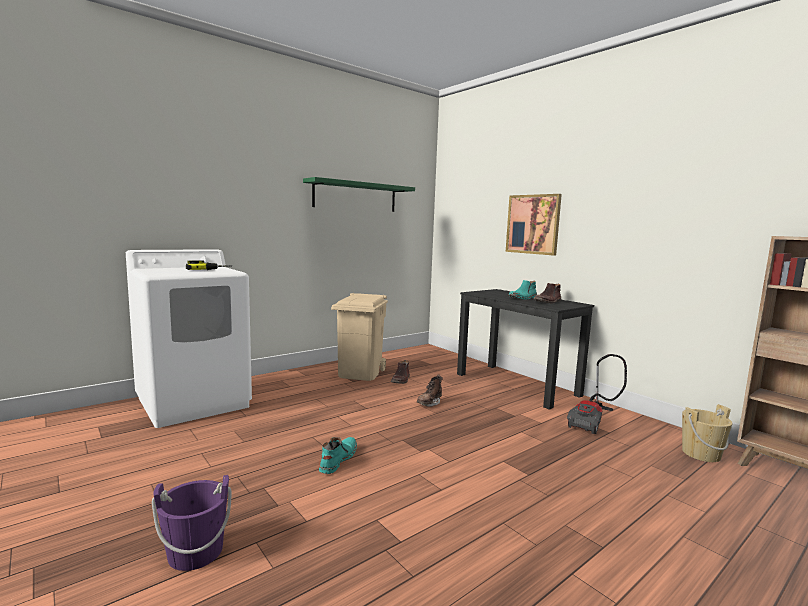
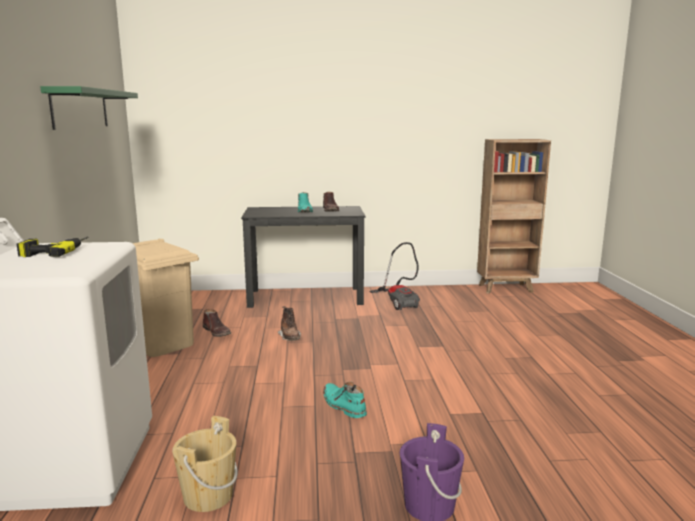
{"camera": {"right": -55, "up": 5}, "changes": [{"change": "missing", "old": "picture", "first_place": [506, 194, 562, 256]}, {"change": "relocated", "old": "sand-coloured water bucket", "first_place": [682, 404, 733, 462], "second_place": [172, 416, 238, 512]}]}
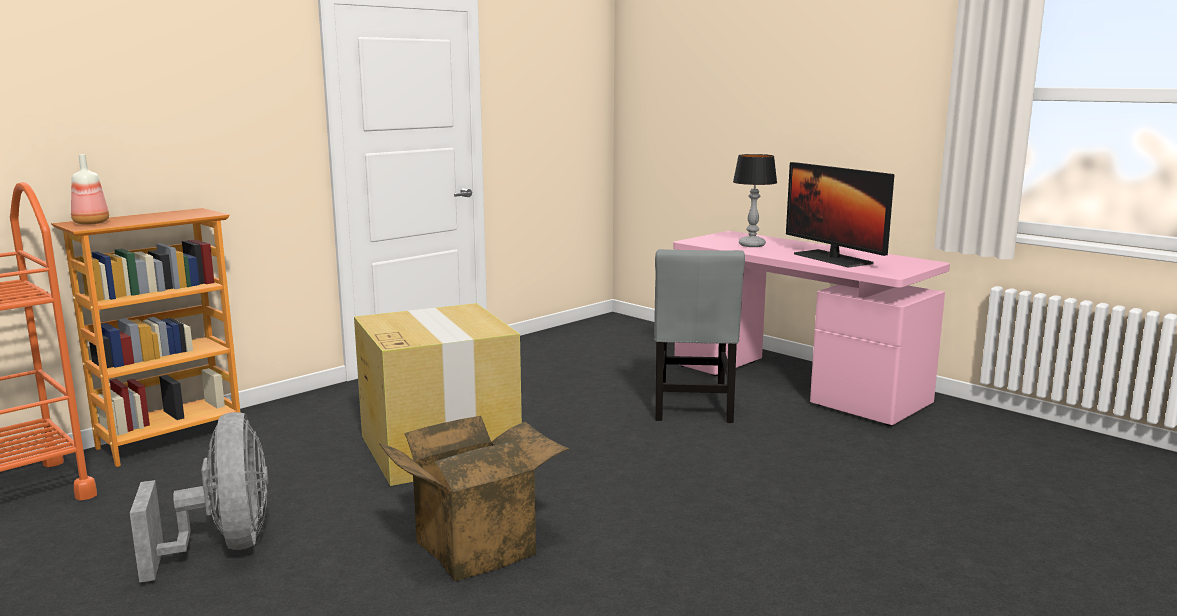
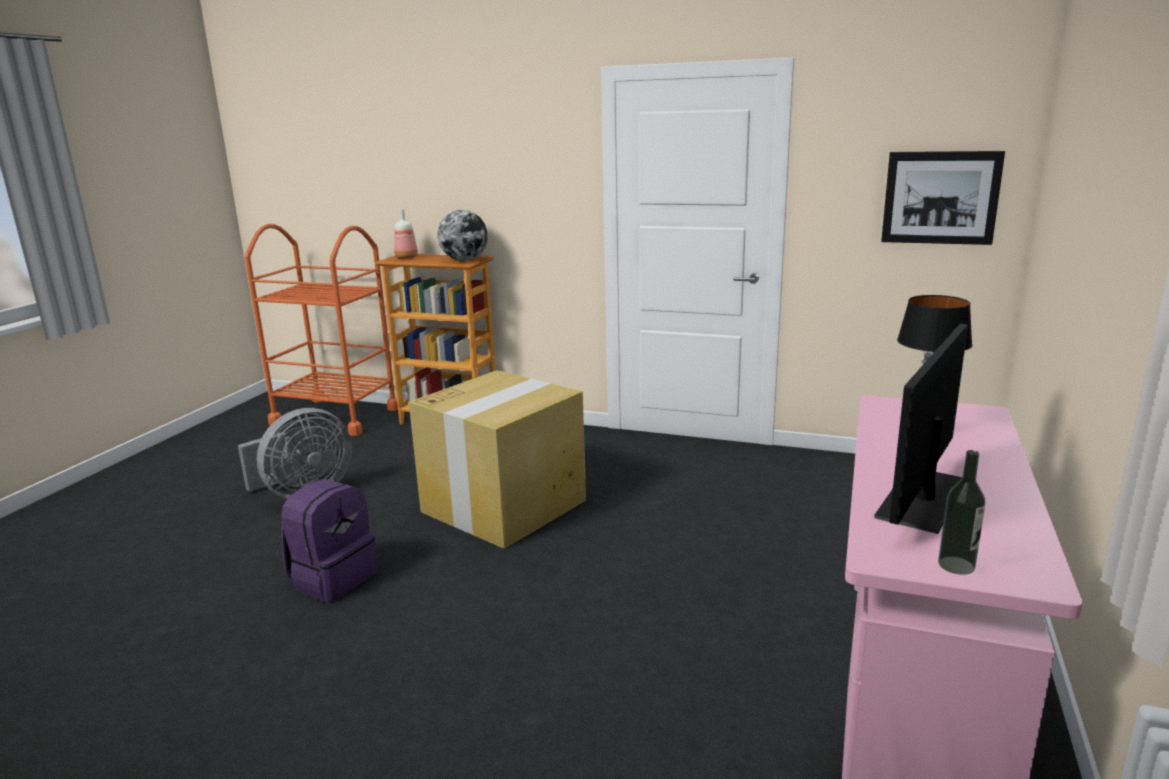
{"camera": {"right": 65, "up": 5}, "changes": [{"change": "exchanged", "old": "cardboard box", "new": "purple-coloured knapsack", "first_place": [379, 416, 569, 581], "second_place": [281, 479, 377, 602]}, {"change": "missing", "old": "grey upright chair", "first_place": [654, 249, 745, 423]}, {"change": "appeared", "new": "desk globe", "second_place": [438, 210, 488, 261]}, {"change": "appeared", "new": "picture", "second_place": [881, 151, 1005, 245]}, {"change": "appeared", "new": "beverage bottle", "second_place": [938, 450, 985, 575]}]}
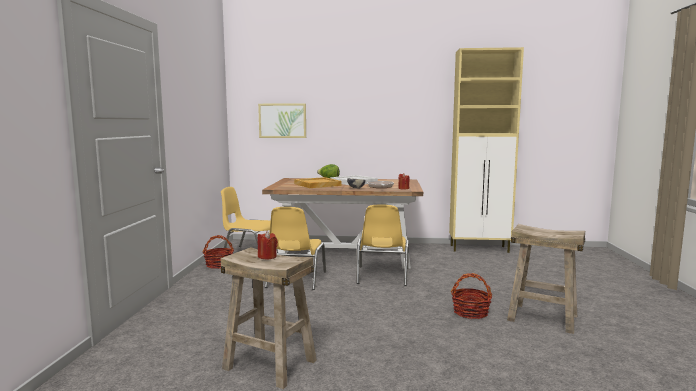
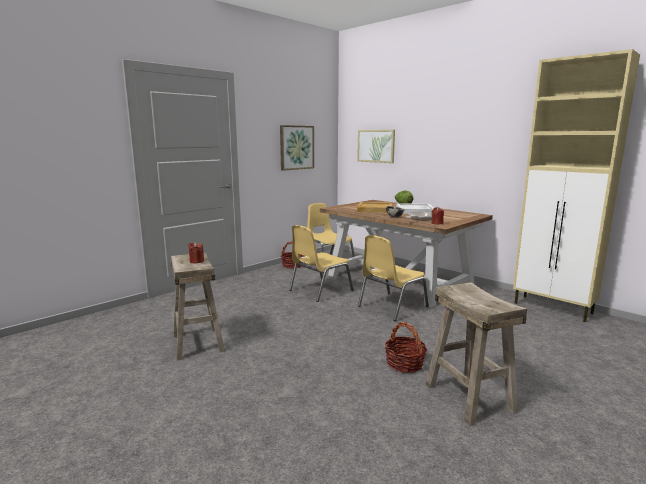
{"camera": {"right": 40, "up": 5}, "changes": [{"change": "appeared", "new": "picture", "second_place": [280, 125, 314, 171]}]}
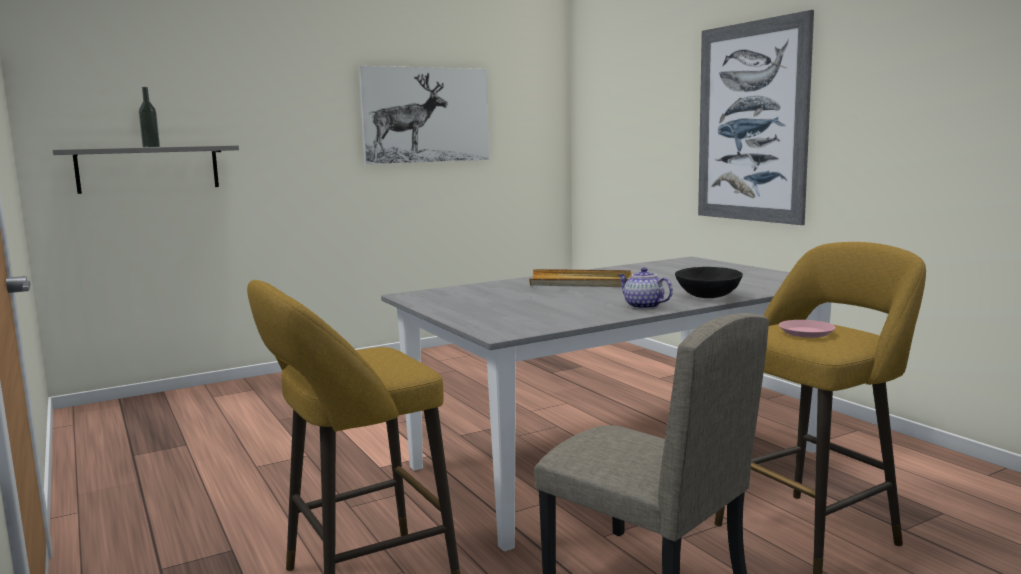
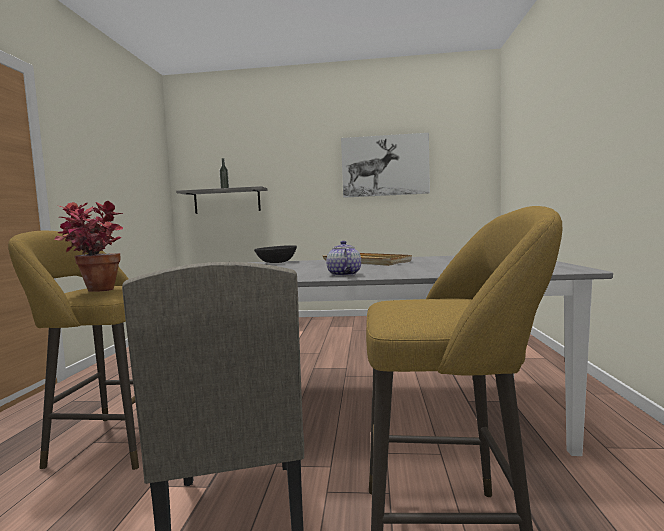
{"camera": {"right": 35, "up": -5}, "changes": [{"change": "relocated", "old": "black deep dish", "first_place": [675, 267, 743, 298], "second_place": [254, 245, 297, 263]}, {"change": "missing", "old": "picture", "first_place": [698, 10, 814, 225]}, {"change": "missing", "old": "pink-coloured plate", "first_place": [779, 320, 836, 338]}, {"change": "appeared", "new": "potted plant", "second_place": [55, 201, 123, 292]}]}
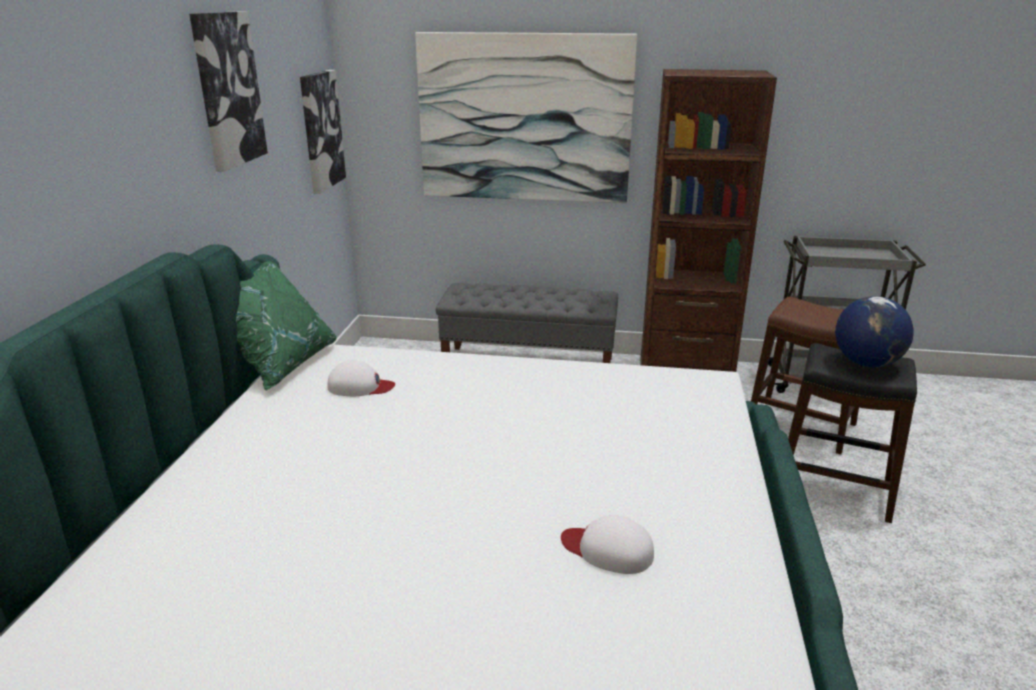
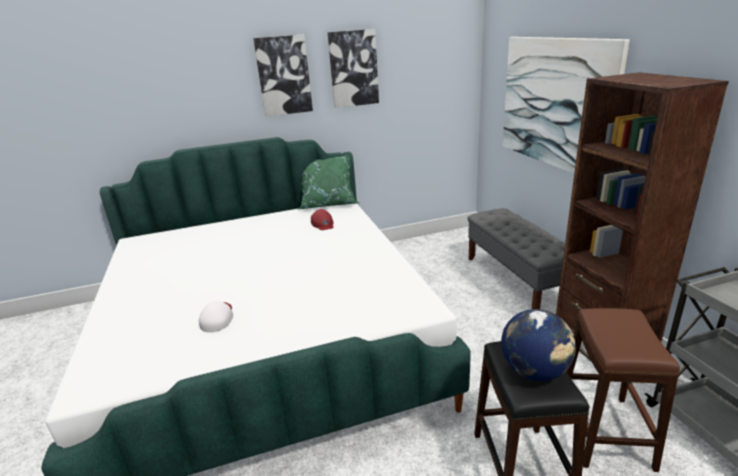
{"camera": {"right": 65, "up": 0}, "changes": [{"change": "relocated", "old": "picture", "first_place": [300, 70, 346, 194], "second_place": [253, 34, 313, 116]}, {"change": "colour", "old": "white peaked cap", "new": "reddish peaked cap", "first_place": [327, 360, 395, 396], "second_place": [311, 209, 334, 230]}]}
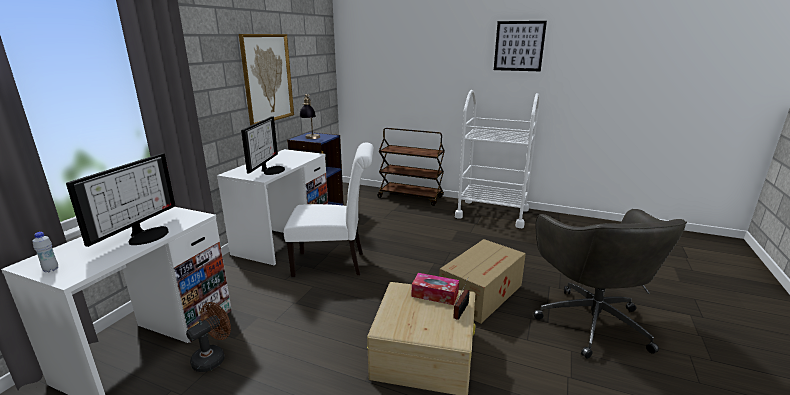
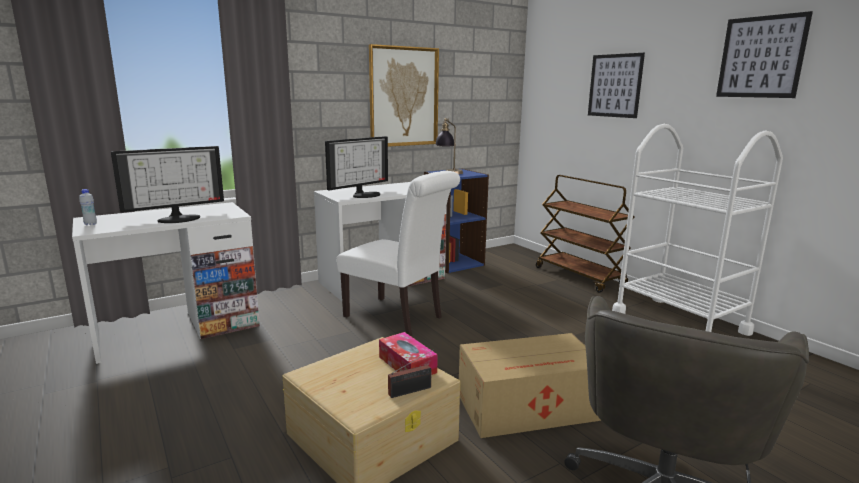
{"camera": {"right": 35, "up": -5}, "changes": [{"change": "missing", "old": "brown electric fan", "first_place": [186, 302, 231, 372]}, {"change": "appeared", "new": "picture", "second_place": [588, 53, 645, 118]}]}
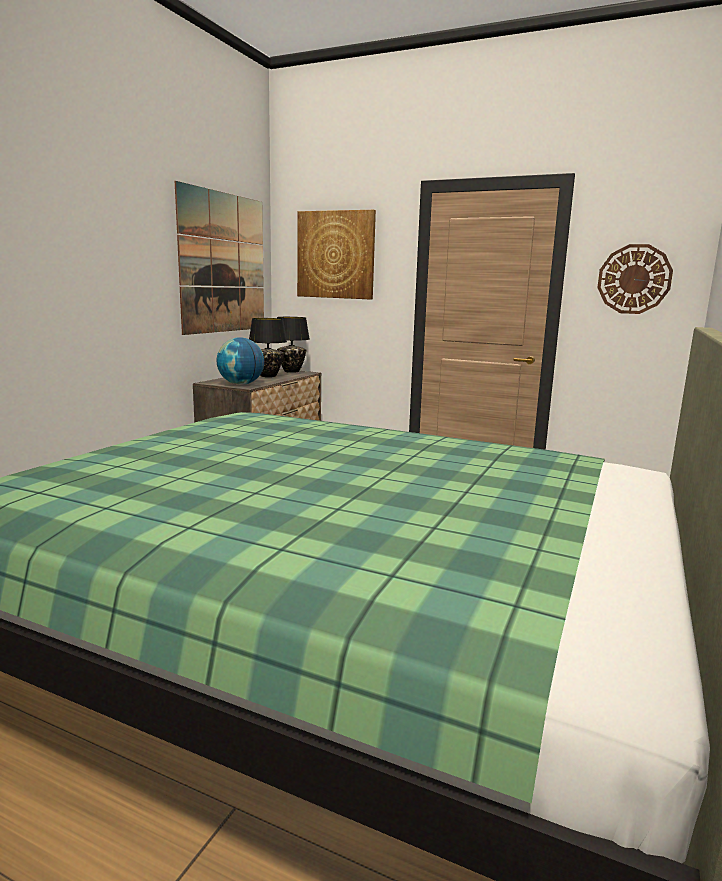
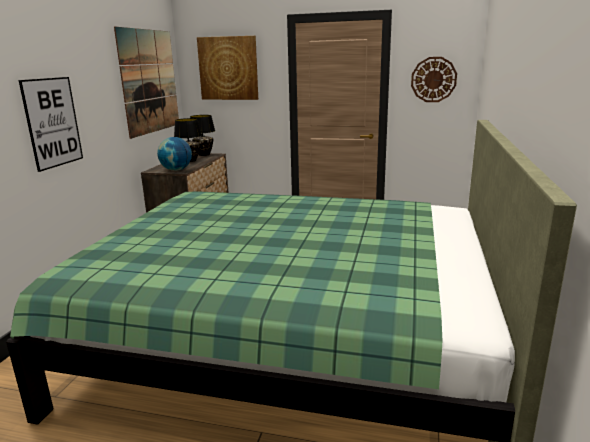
{"camera": {"right": -10, "up": 5}, "changes": [{"change": "appeared", "new": "picture", "second_place": [19, 77, 83, 172]}]}
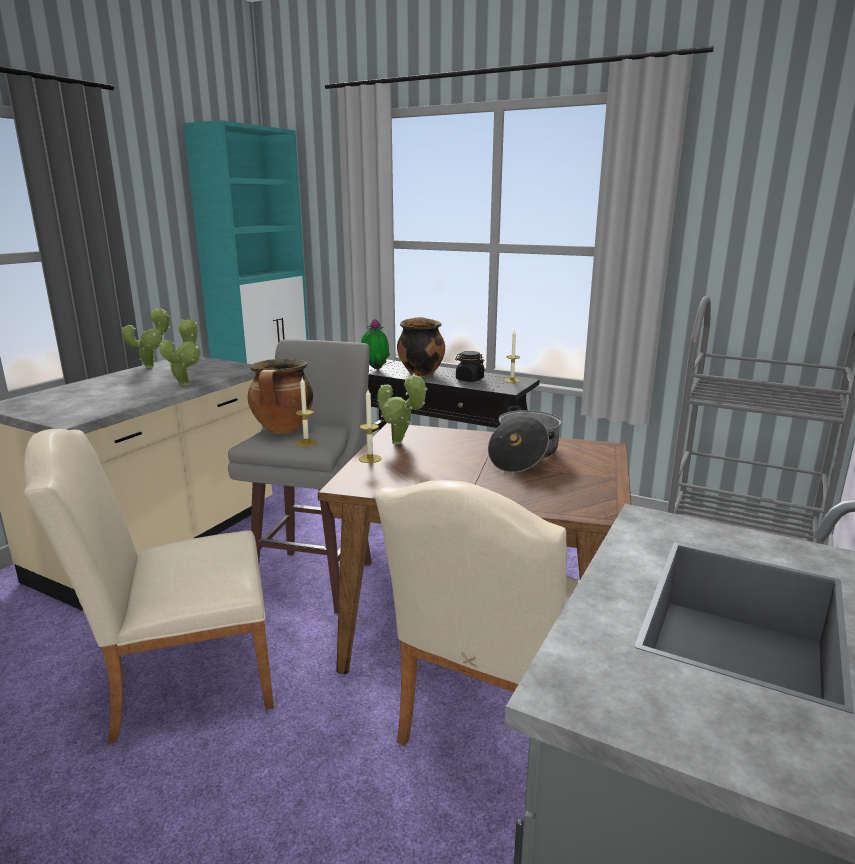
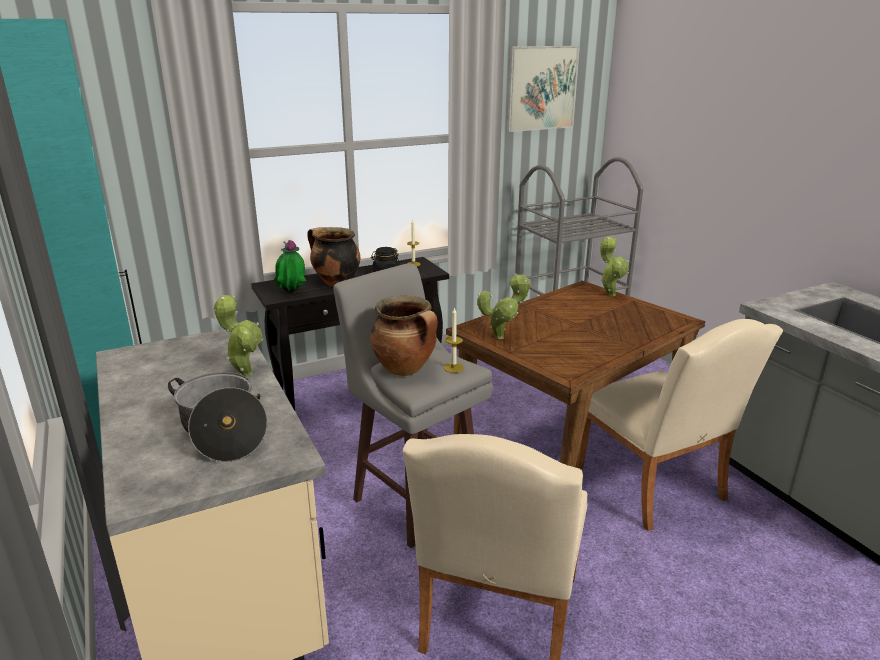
{"camera": {"right": -55, "up": 5}, "changes": [{"change": "relocated", "old": "potted plant", "first_place": [121, 308, 170, 368], "second_place": [600, 237, 629, 296]}, {"change": "missing", "old": "wax light", "first_place": [359, 389, 382, 463]}, {"change": "relocated", "old": "stockpot", "first_place": [488, 406, 562, 473], "second_place": [168, 372, 267, 462]}, {"change": "appeared", "new": "picture", "second_place": [507, 46, 580, 132]}]}
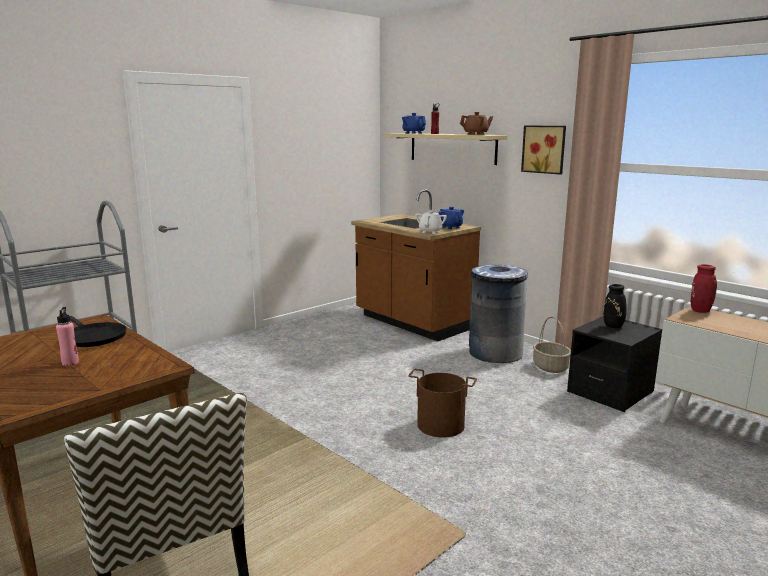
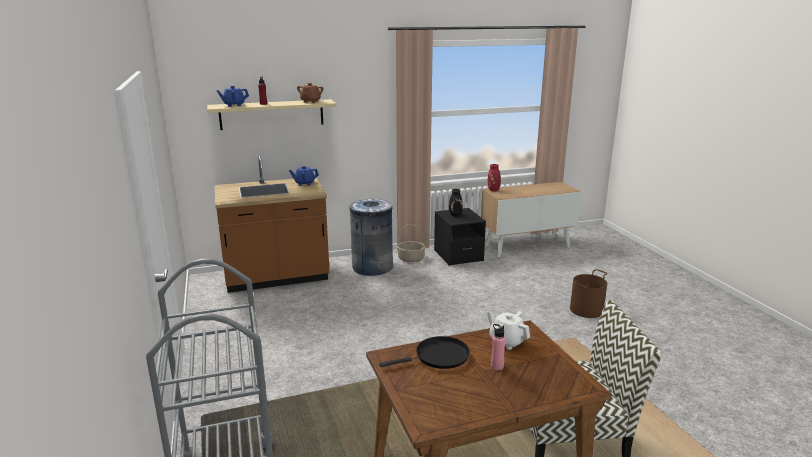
{"camera": {"right": -65, "up": 5}, "changes": [{"change": "relocated", "old": "brown water bucket", "first_place": [409, 369, 477, 438], "second_place": [570, 269, 608, 318]}, {"change": "relocated", "old": "white teapot", "first_place": [415, 210, 447, 234], "second_place": [487, 311, 530, 350]}, {"change": "missing", "old": "picture", "first_place": [521, 126, 566, 175]}]}
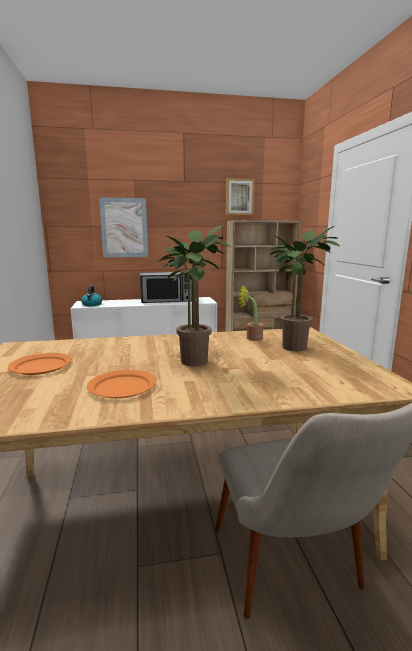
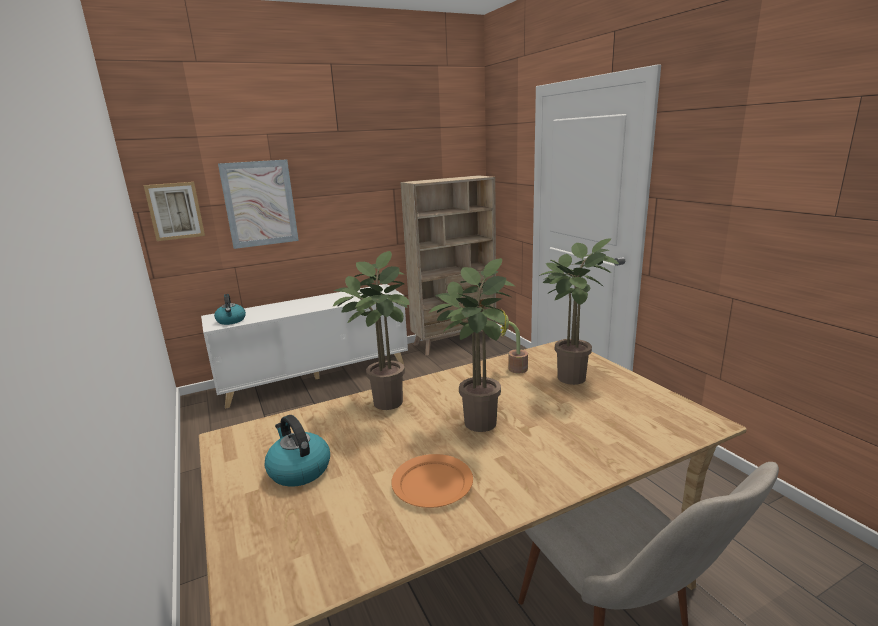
{"camera": {"right": -15, "up": 5}, "changes": [{"change": "exchanged", "old": "orange-coloured plate", "new": "tea kettle", "first_place": [8, 353, 72, 375], "second_place": [265, 415, 330, 487]}, {"change": "missing", "old": "kitchen microwave", "first_place": [140, 272, 192, 303]}, {"change": "relocated", "old": "picture", "first_place": [226, 178, 254, 215], "second_place": [144, 182, 205, 241]}, {"change": "appeared", "new": "potted plant", "second_place": [333, 251, 409, 410]}]}
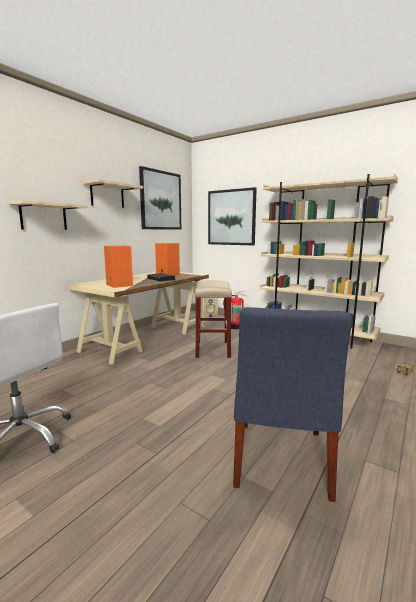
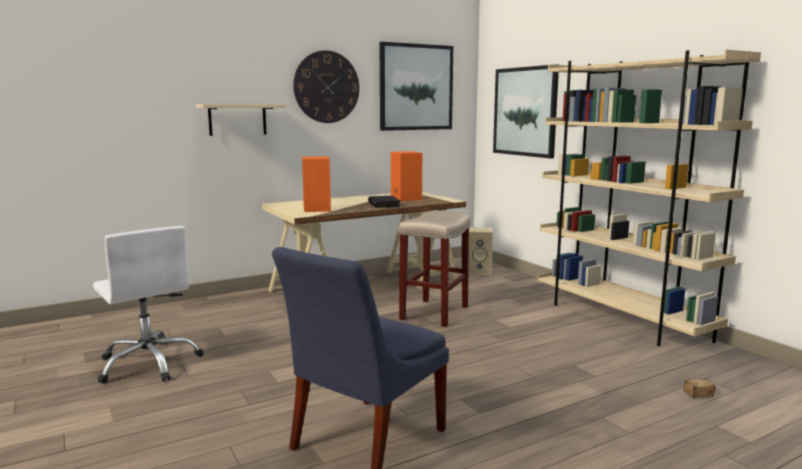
{"camera": {"right": 25, "up": 0}, "changes": [{"change": "exchanged", "old": "sand-coloured shelf", "new": "clock on the wall", "first_place": [82, 179, 143, 208], "second_place": [293, 50, 359, 123]}, {"change": "missing", "old": "fire-fighting cylinder", "first_place": [223, 291, 250, 330]}]}
